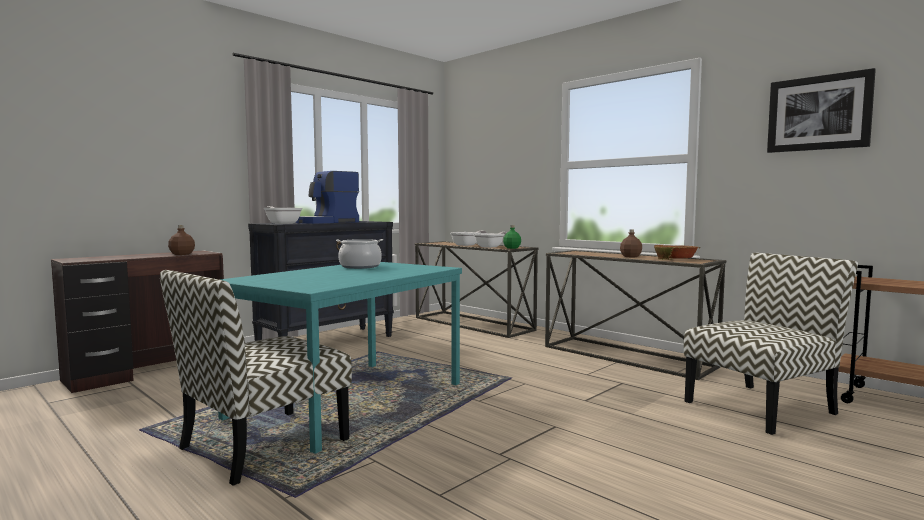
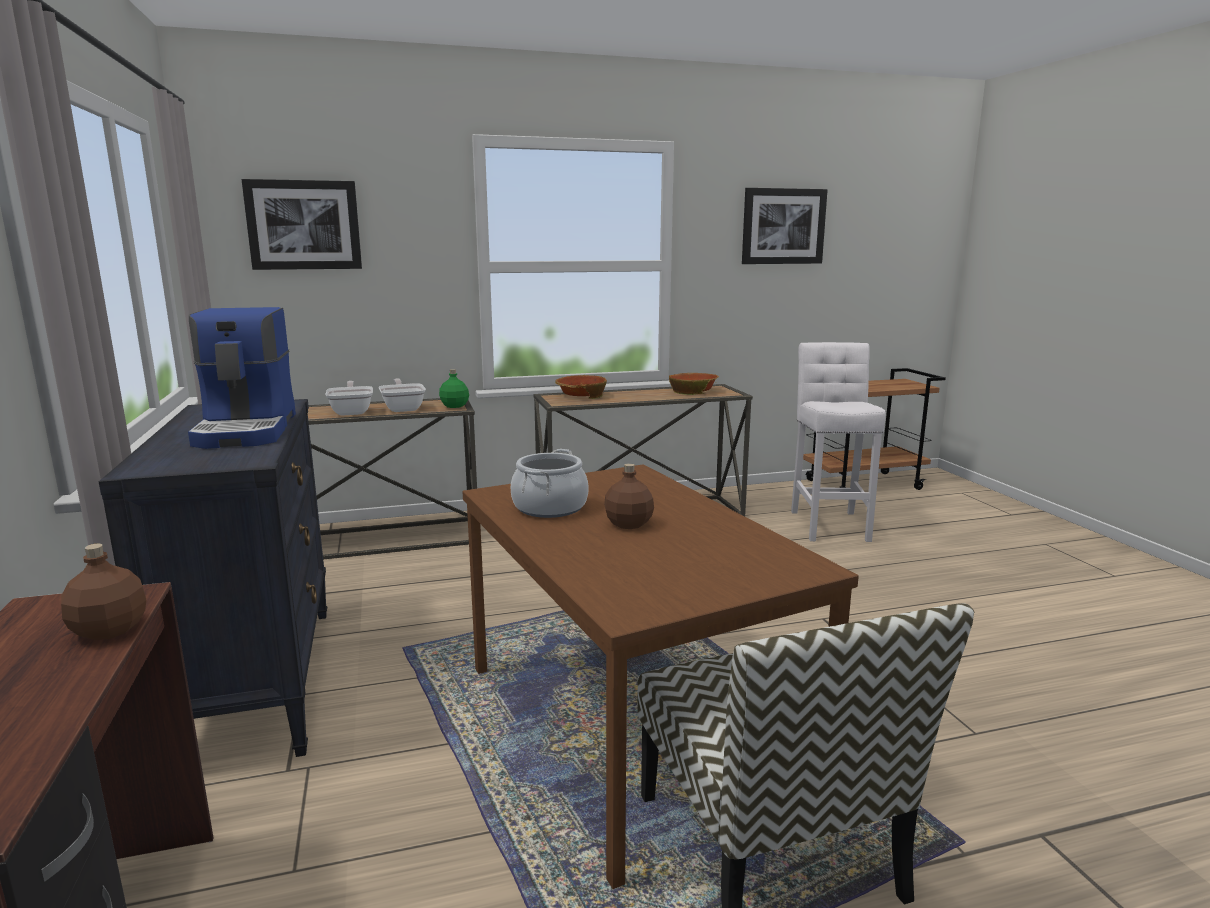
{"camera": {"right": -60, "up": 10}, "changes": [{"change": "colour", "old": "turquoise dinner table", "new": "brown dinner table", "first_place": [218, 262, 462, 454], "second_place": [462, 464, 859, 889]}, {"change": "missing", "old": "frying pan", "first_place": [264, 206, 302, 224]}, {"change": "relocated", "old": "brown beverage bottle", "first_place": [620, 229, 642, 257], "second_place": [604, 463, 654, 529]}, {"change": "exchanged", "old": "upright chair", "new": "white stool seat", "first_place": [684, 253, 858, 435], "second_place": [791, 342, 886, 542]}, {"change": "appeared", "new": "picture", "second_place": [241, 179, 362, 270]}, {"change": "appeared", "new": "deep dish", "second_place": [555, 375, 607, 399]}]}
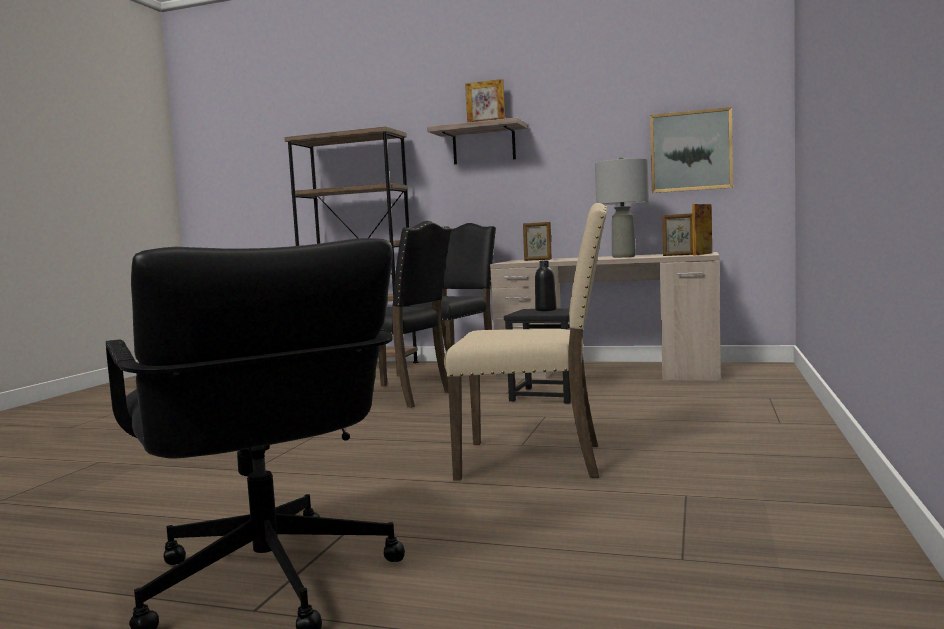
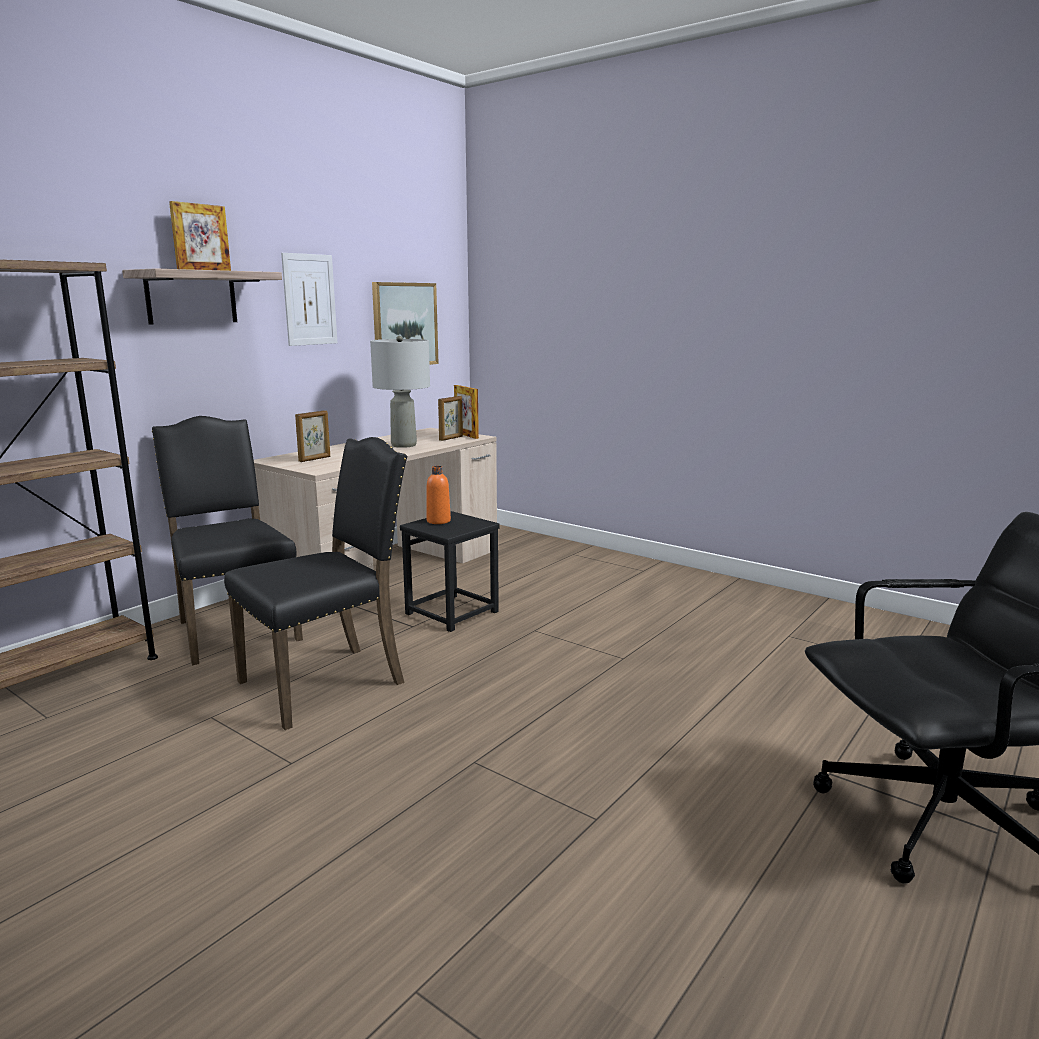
{"camera": {"right": -70, "up": 10}, "changes": [{"change": "missing", "old": "sand-coloured upright chair", "first_place": [444, 203, 607, 480]}, {"change": "colour", "old": "black beverage bottle", "new": "orange-coloured beverage bottle", "first_place": [535, 260, 557, 311], "second_place": [427, 466, 451, 524]}, {"change": "appeared", "new": "picture", "second_place": [281, 253, 337, 346]}]}
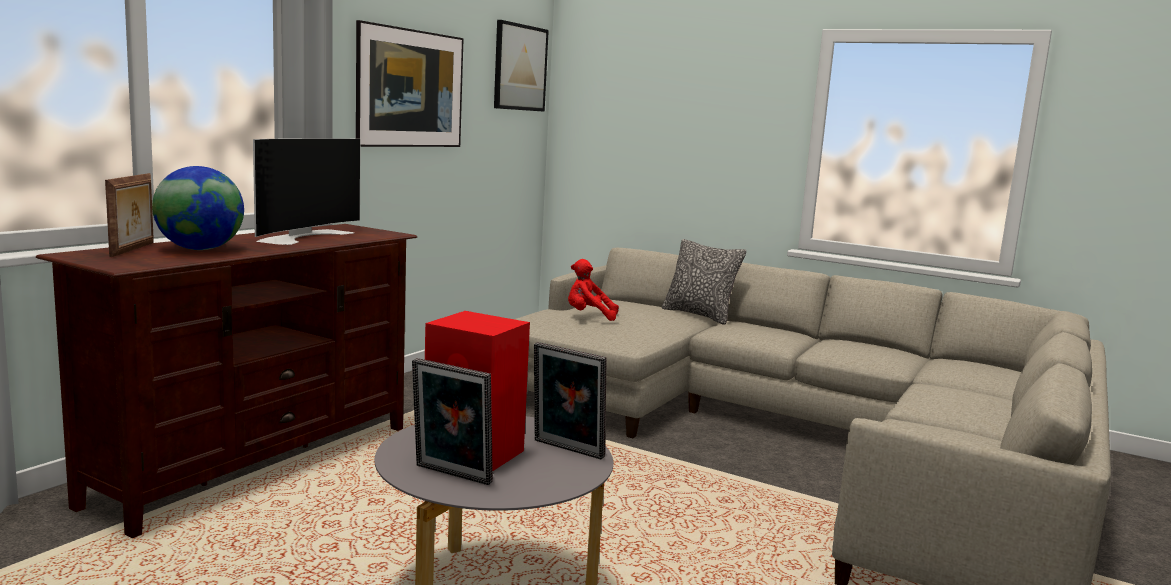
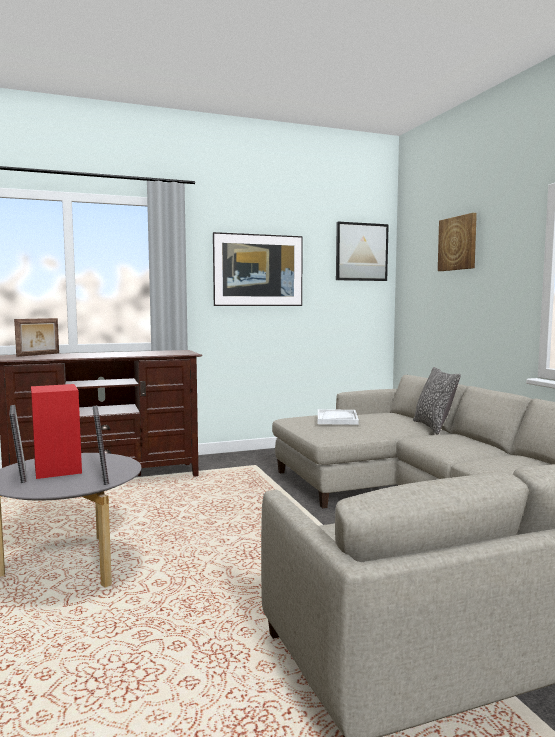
{"camera": {"right": 40, "up": -5}, "changes": [{"change": "missing", "old": "desk globe", "first_place": [152, 166, 244, 250]}, {"change": "missing", "old": "television", "first_place": [253, 138, 361, 245]}, {"change": "exchanged", "old": "reddish plush toy", "new": "white serving tray", "first_place": [568, 259, 619, 321], "second_place": [318, 409, 359, 425]}, {"change": "appeared", "new": "picture", "second_place": [438, 213, 477, 271]}]}
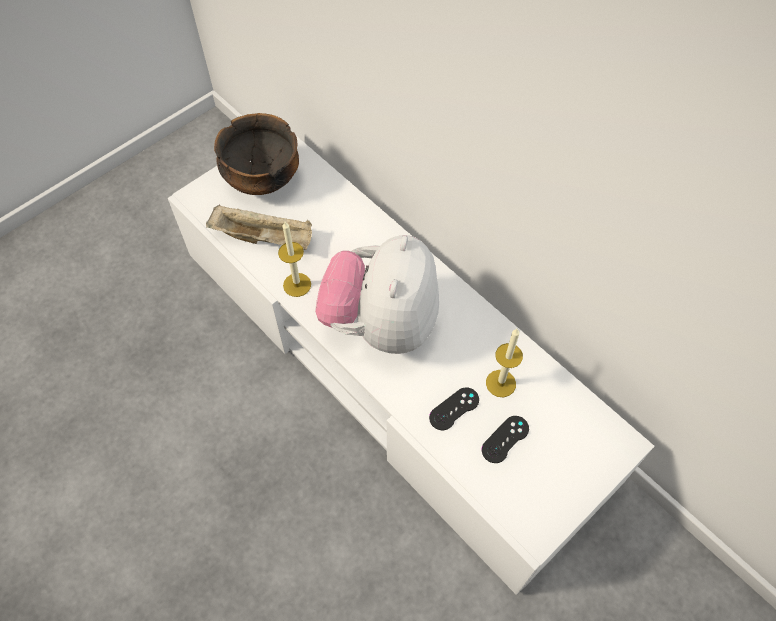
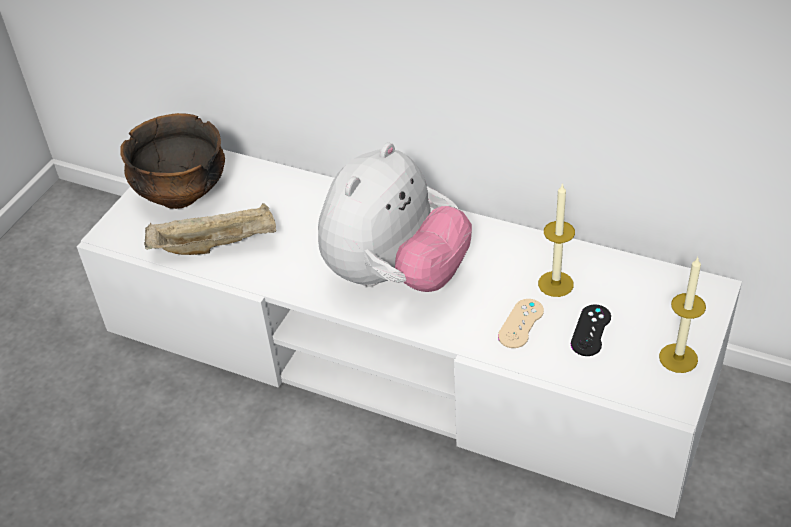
{"camera": {"right": -20, "up": -15}, "changes": [{"change": "relocated", "old": "wax light", "first_place": [278, 222, 311, 297], "second_place": [659, 257, 706, 373]}, {"change": "spun", "old": "plush toy", "first_place": [315, 235, 439, 354], "second_place": [318, 142, 472, 292], "degrees": -135}, {"change": "colour", "old": "black game controller", "new": "sand-coloured game controller", "first_place": [429, 387, 479, 430], "second_place": [498, 299, 544, 348]}]}
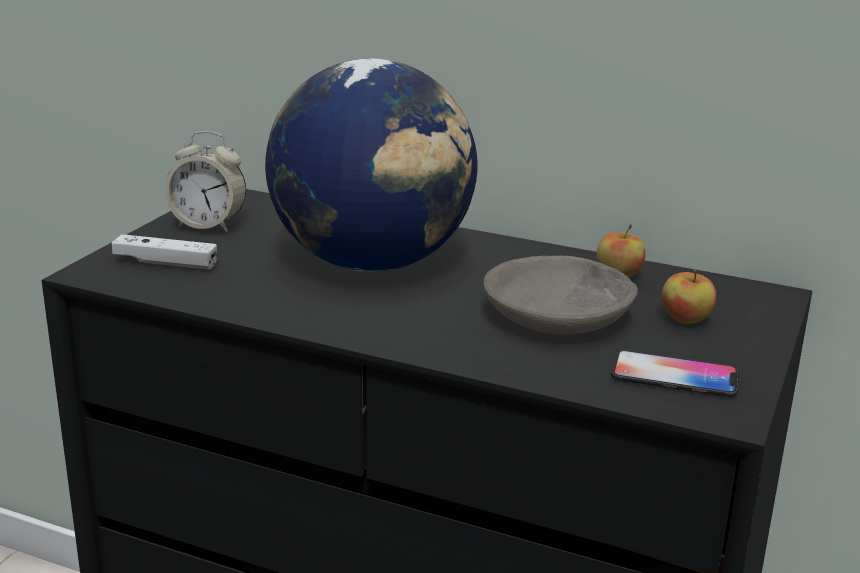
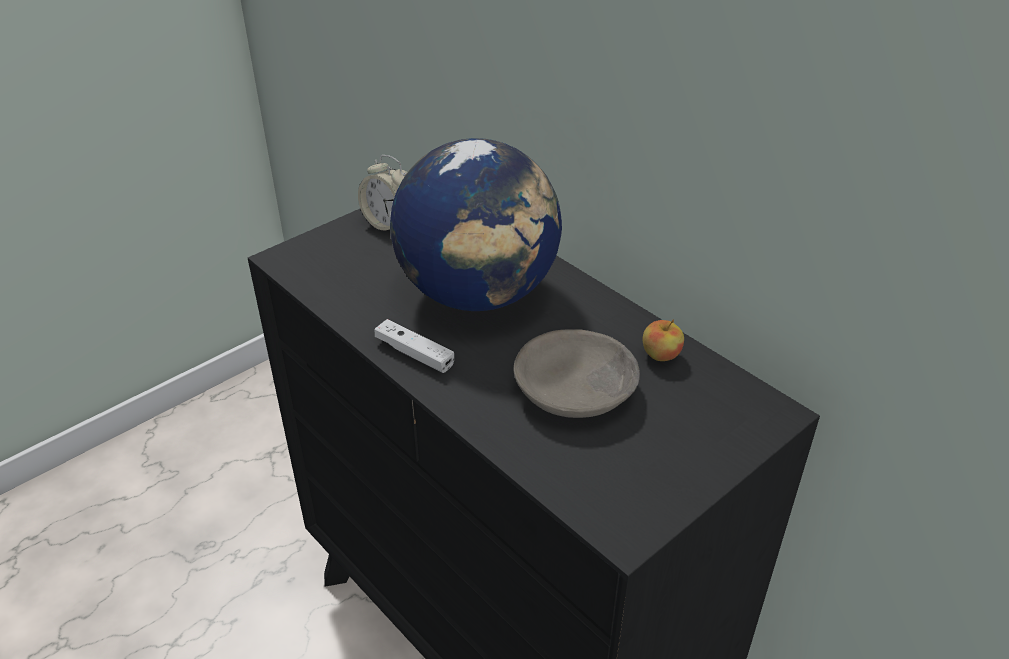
{"camera": {"right": 25, "up": 15}, "changes": [{"change": "relocated", "old": "white game controller", "first_place": [112, 234, 217, 270], "second_place": [374, 319, 454, 373]}, {"change": "missing", "old": "handset", "first_place": [611, 350, 739, 397]}, {"change": "missing", "old": "apple fruit", "first_place": [662, 269, 717, 324]}]}
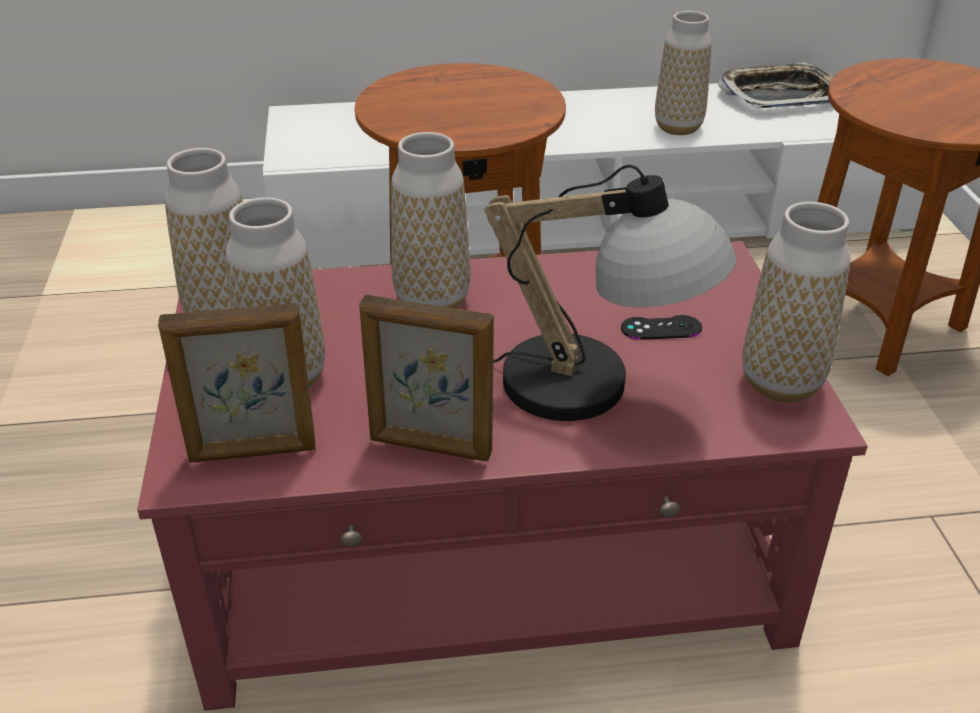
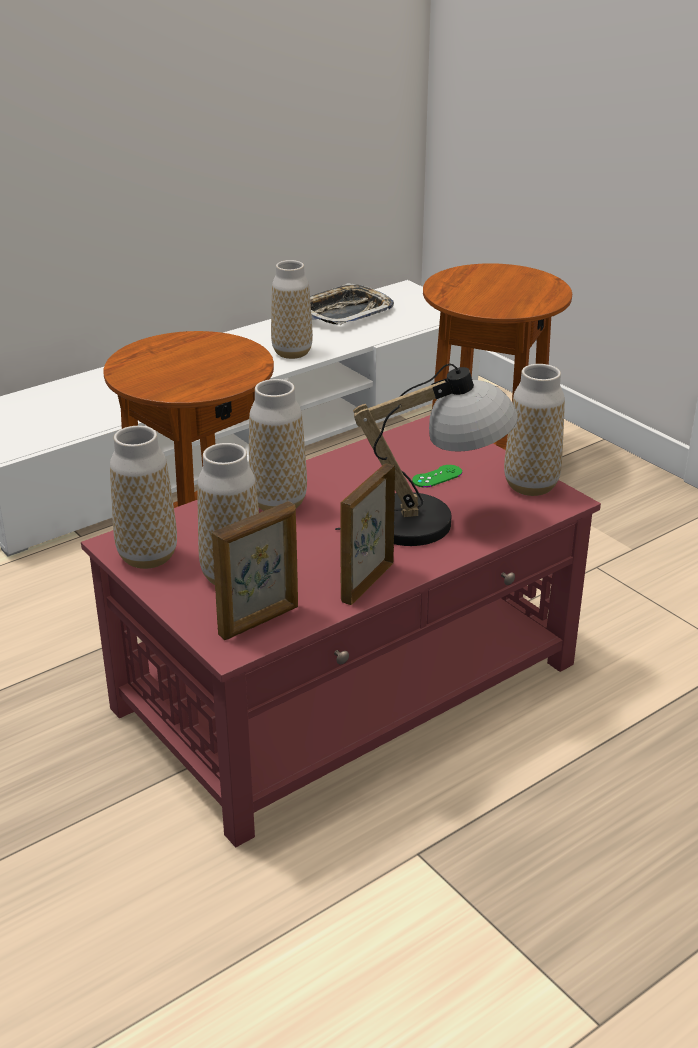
{"camera": {"right": -30, "up": -5}, "changes": [{"change": "spun", "old": "standing frame", "first_place": [359, 294, 494, 461], "second_place": [340, 464, 395, 605], "degrees": 135}, {"change": "colour", "old": "black game controller", "new": "green game controller", "first_place": [621, 315, 702, 340], "second_place": [412, 465, 462, 488]}]}
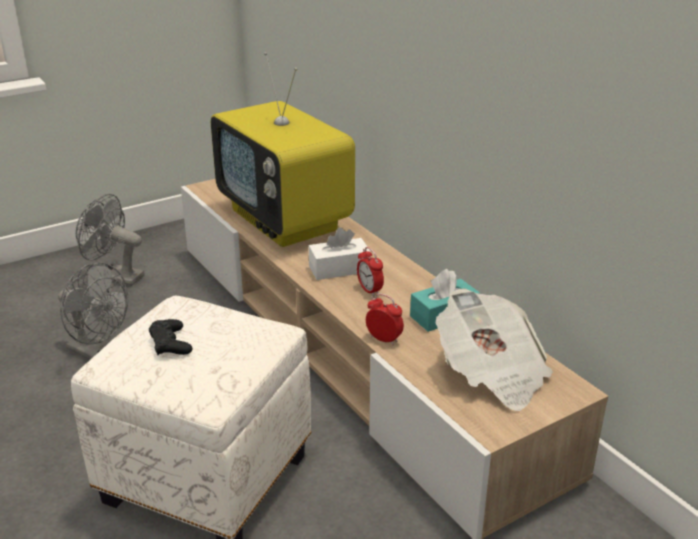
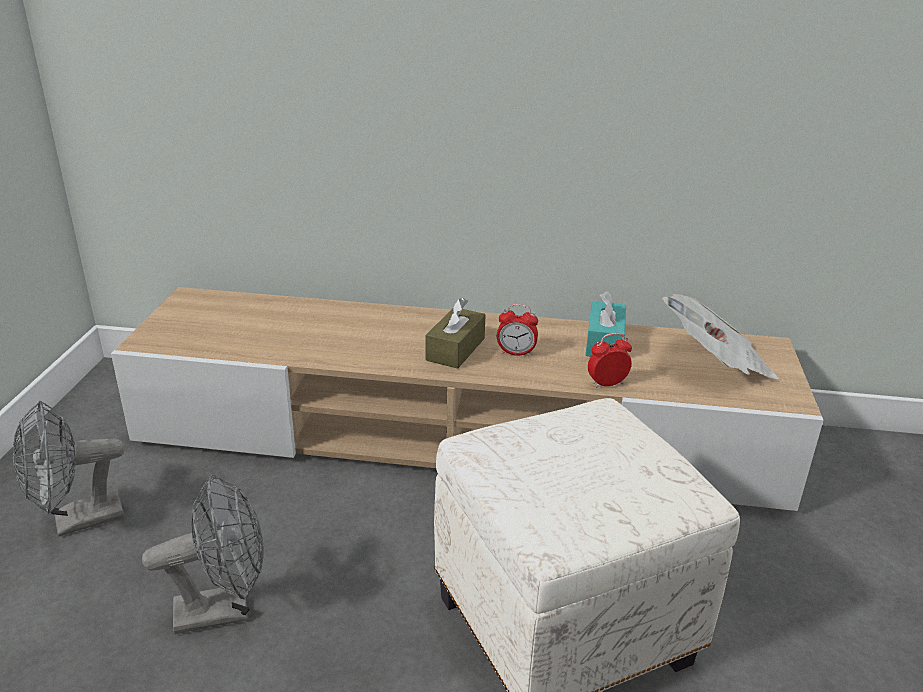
{"camera": {"right": -50, "up": 0}, "changes": [{"change": "missing", "old": "black game controller", "first_place": [149, 319, 192, 356]}, {"change": "missing", "old": "television", "first_place": [211, 52, 355, 247]}, {"change": "colour", "old": "white box of tissues", "new": "brown box of tissues", "first_place": [309, 228, 370, 280], "second_place": [426, 298, 486, 368]}]}
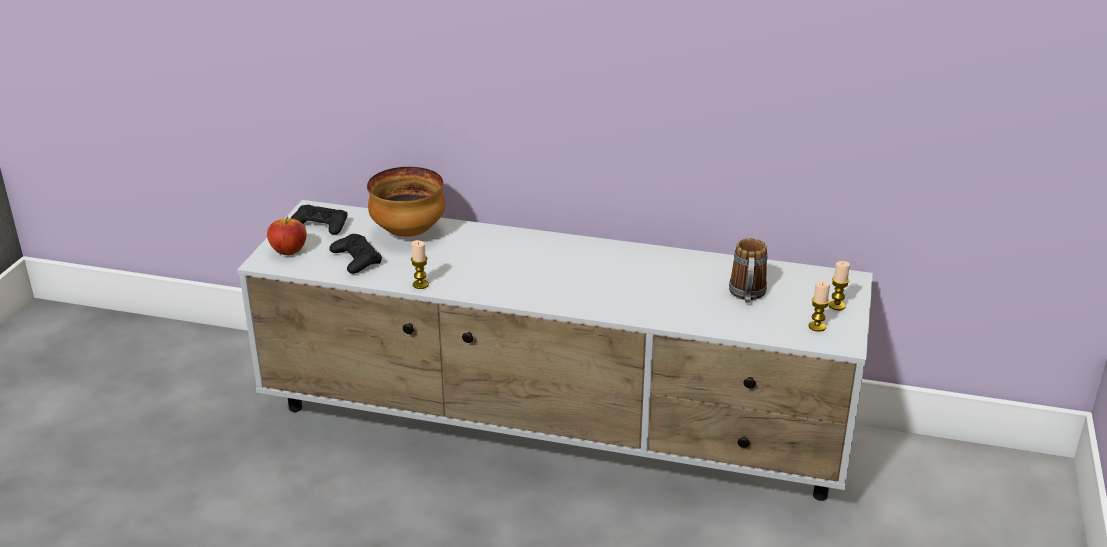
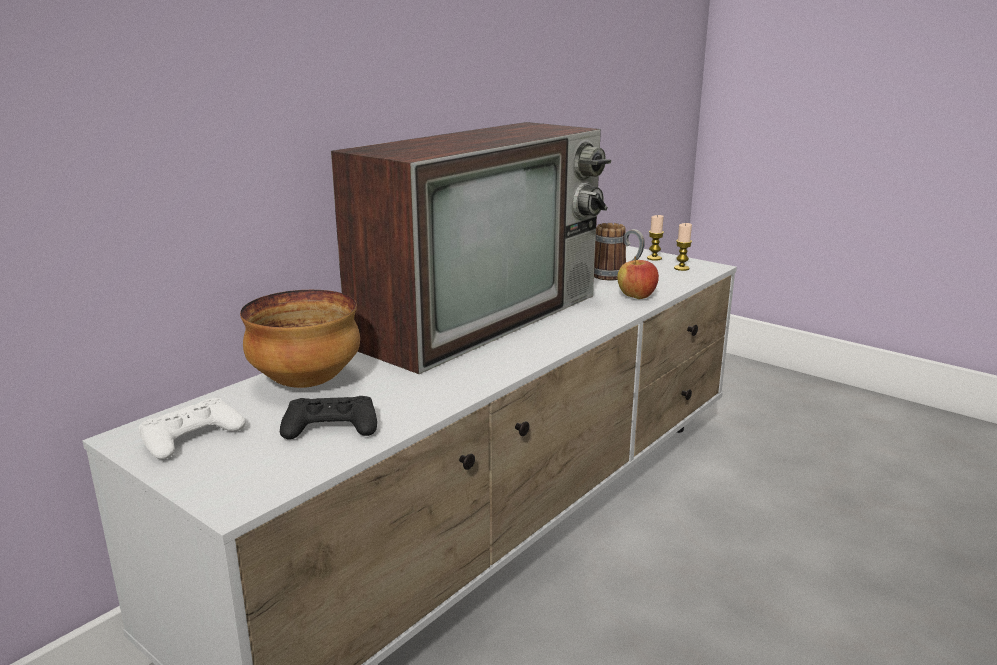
{"camera": {"right": -65, "up": -10}, "changes": [{"change": "relocated", "old": "apple fruit", "first_place": [267, 216, 307, 255], "second_place": [617, 257, 659, 299]}, {"change": "colour", "old": "black game controller", "new": "white game controller", "first_place": [291, 205, 348, 235], "second_place": [138, 398, 246, 459]}, {"change": "missing", "old": "wax light", "first_place": [411, 240, 429, 289]}, {"change": "appeared", "new": "television", "second_place": [331, 122, 611, 374]}]}
